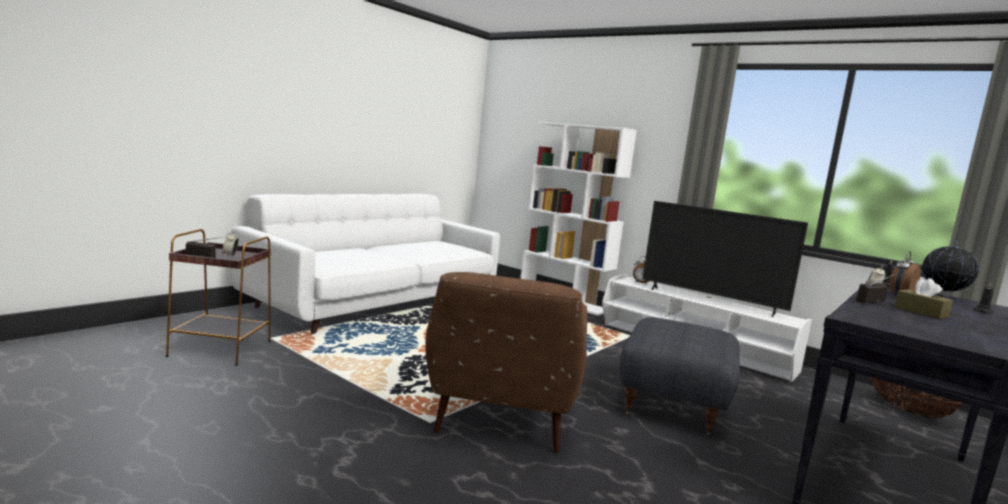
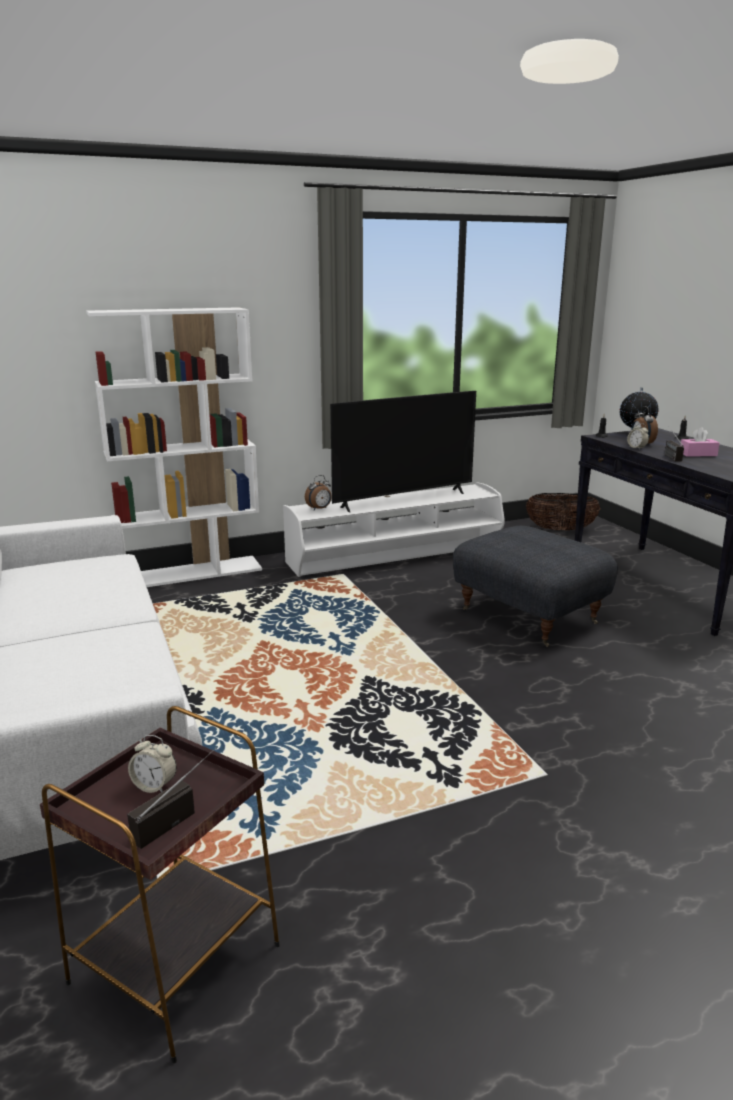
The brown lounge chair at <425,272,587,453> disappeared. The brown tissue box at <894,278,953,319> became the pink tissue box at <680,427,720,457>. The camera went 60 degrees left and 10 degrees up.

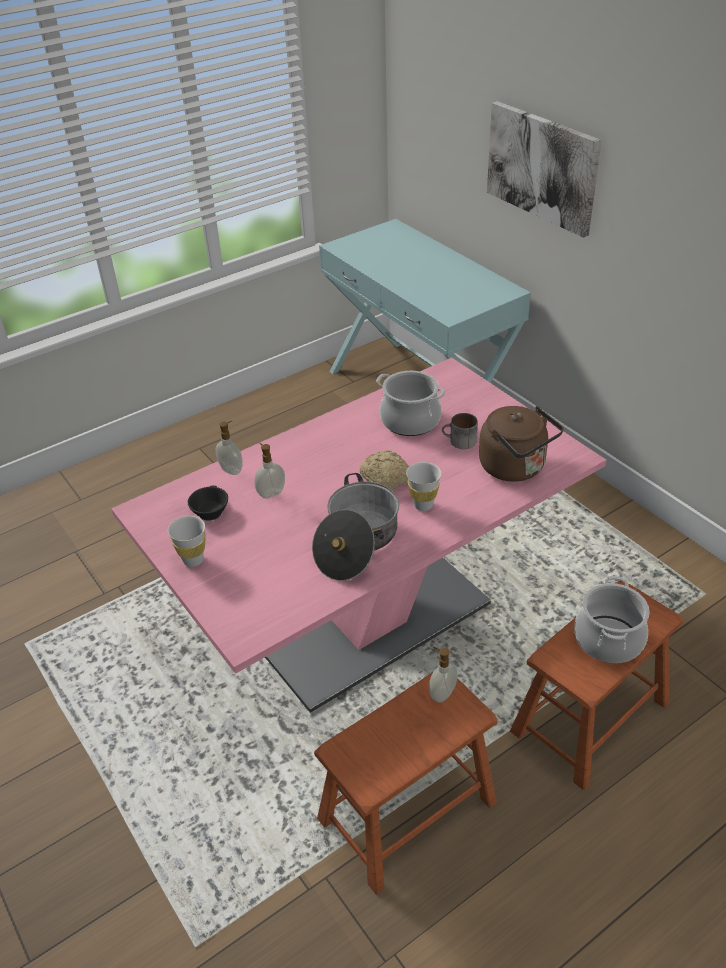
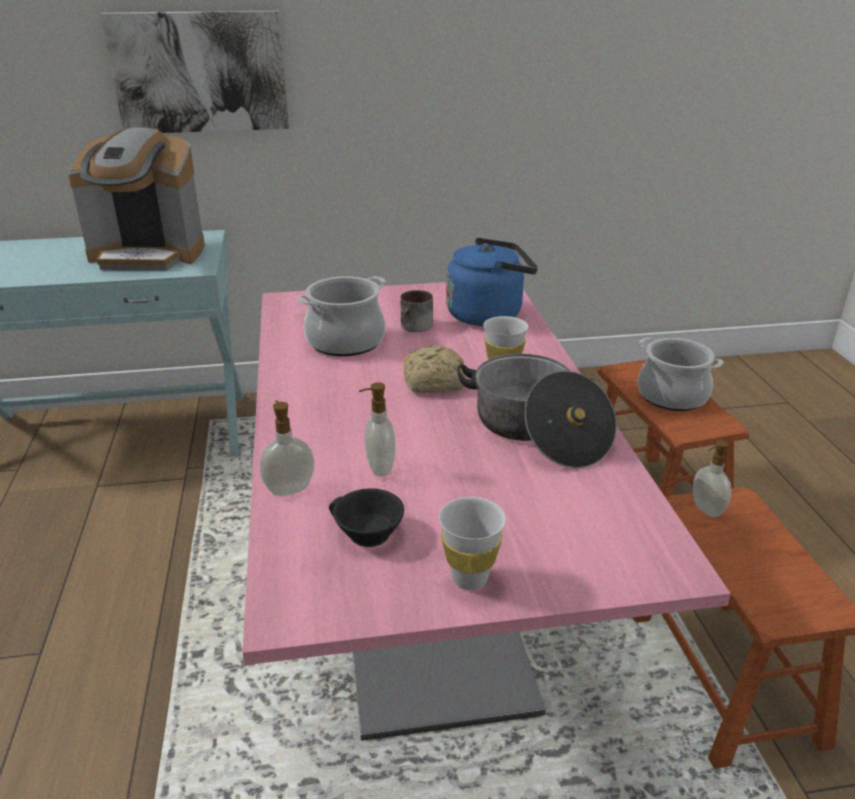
The brown tea kettle at <479,406,564,482> became the blue-coloured tea kettle at <446,238,538,326>. The coffee machine at <68,127,205,271> appeared. The camera went 65 degrees left and 10 degrees down.

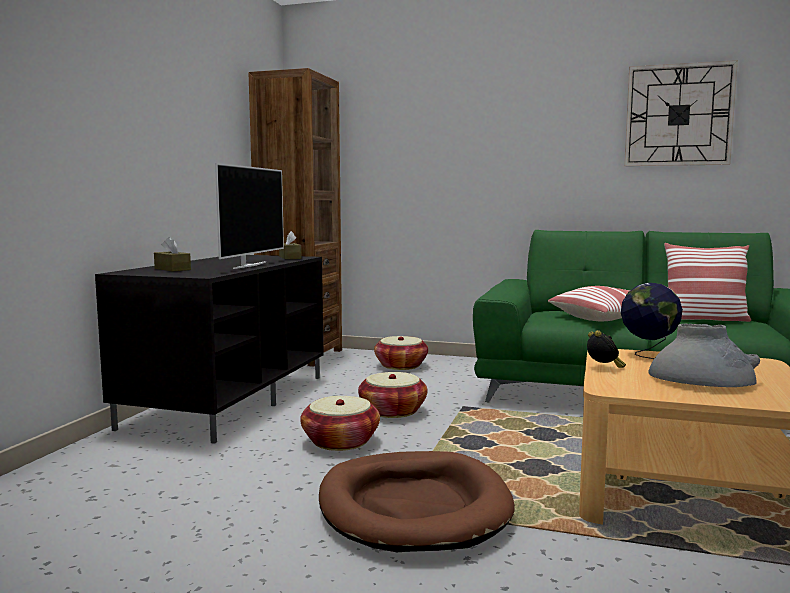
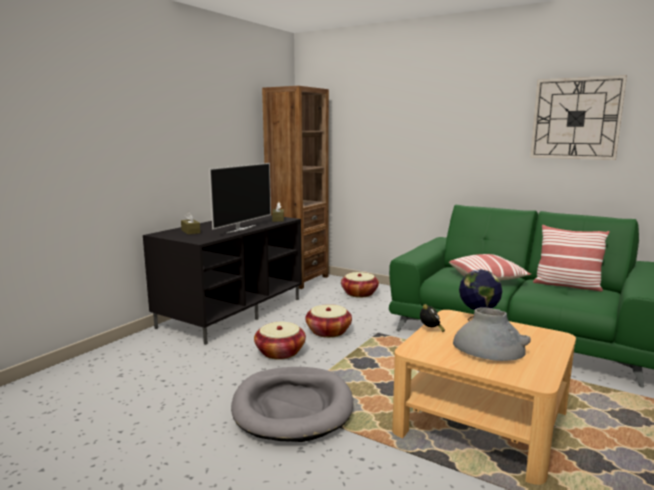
The brown dog cushion at <319,451,515,552> became the grey dog cushion at <231,367,353,442>. The camera went 15 degrees right and 5 degrees up.

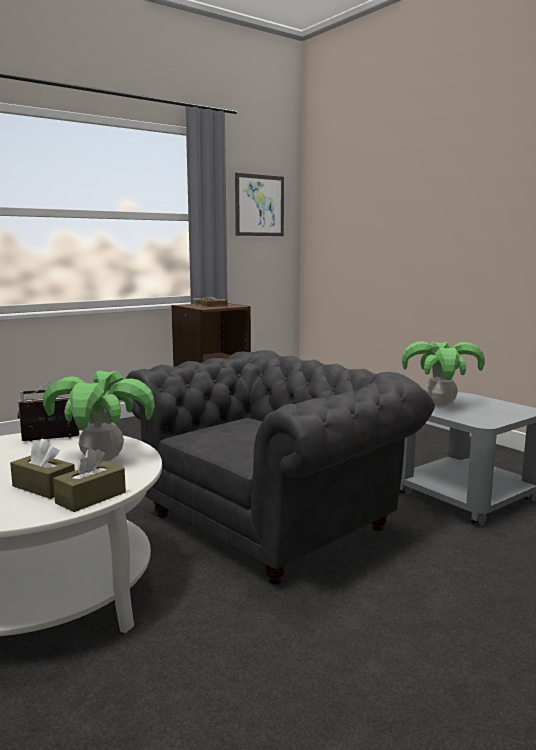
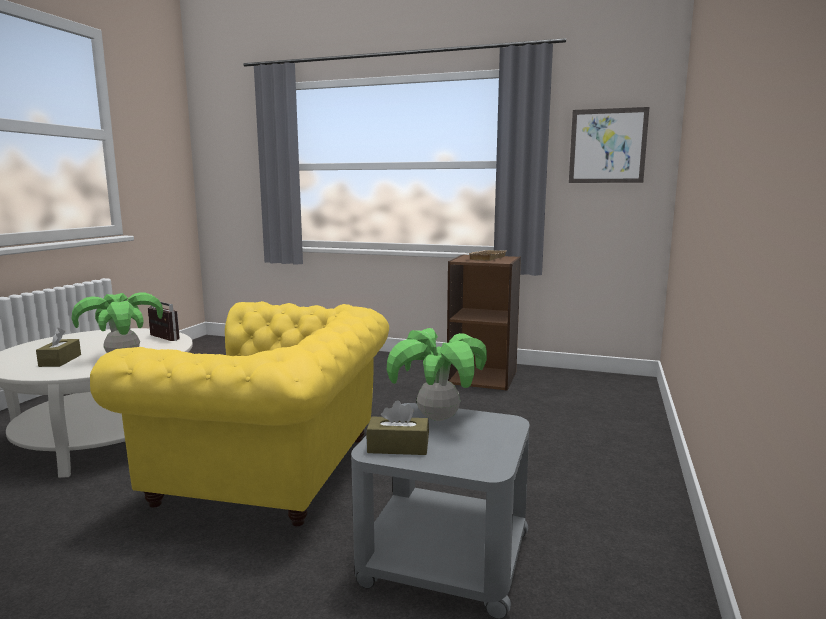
The brown tissue box moved from <53,448,126,512> to <366,401,429,455>. The grey lounge chair at <126,350,435,584> became the yellow lounge chair at <90,301,389,526>. The camera went 55 degrees right and 0 degrees up.

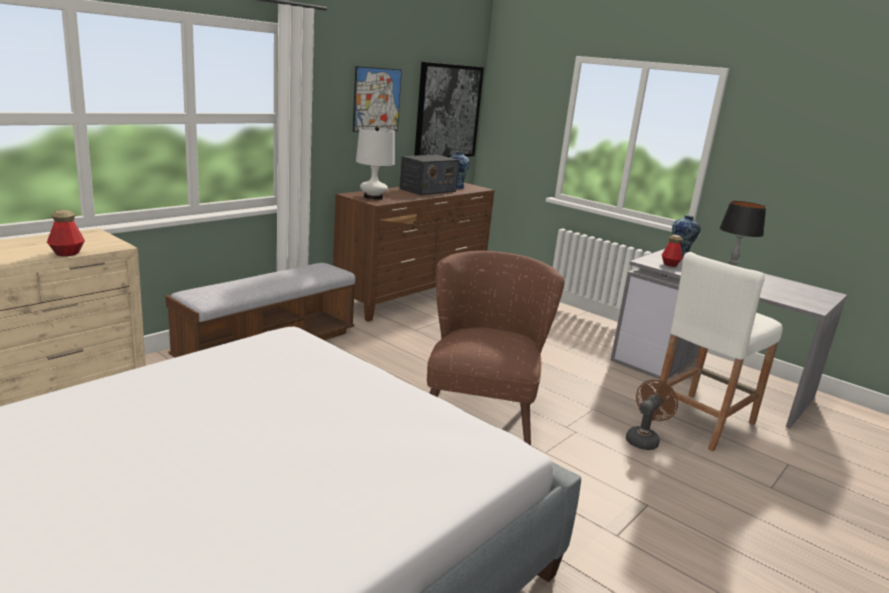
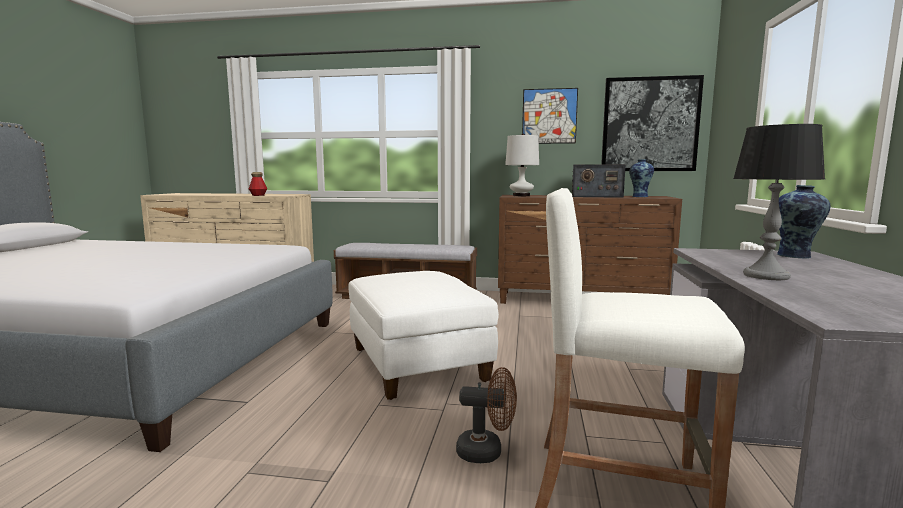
The brown lounge chair at <427,251,565,446> was replaced by the white ottoman at <348,271,499,400>. The drink bottle at <662,235,683,267> disappeared. The camera went 60 degrees right and 10 degrees down.

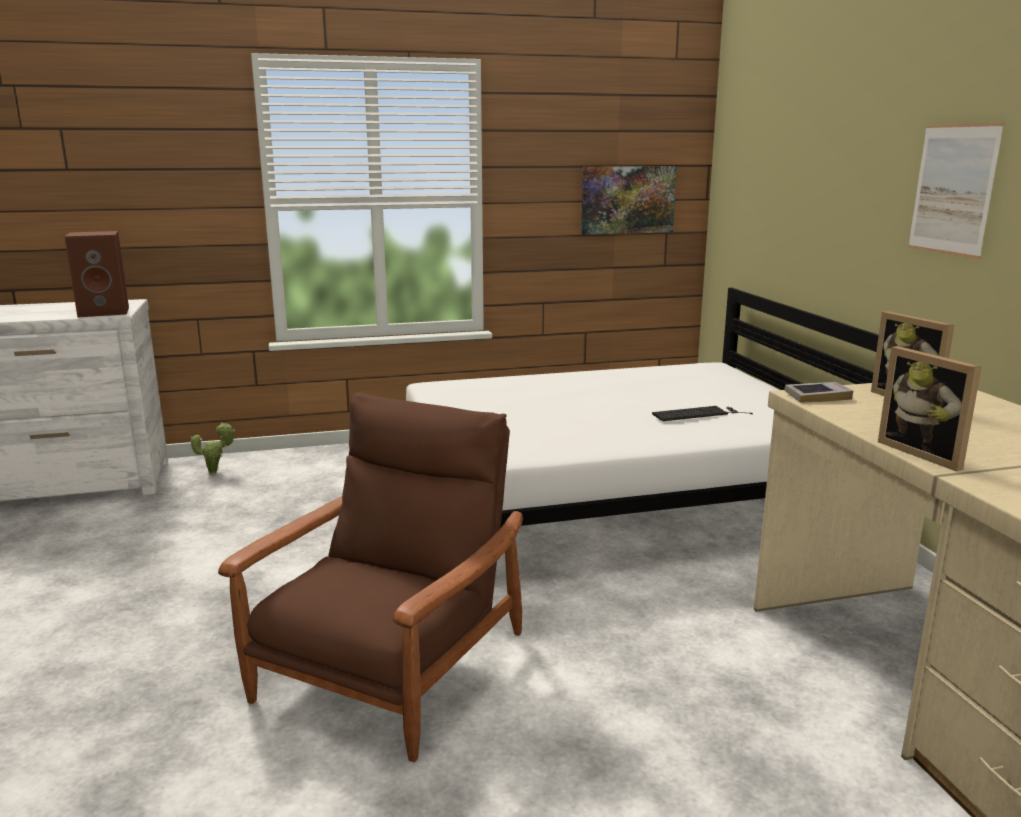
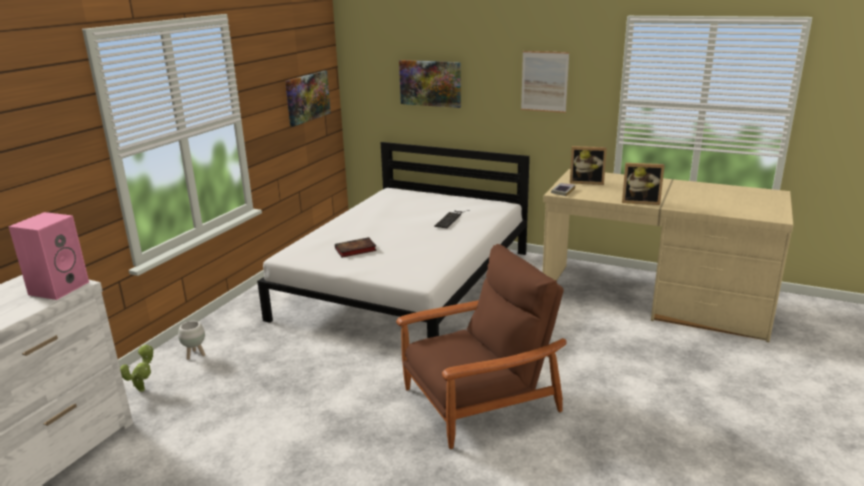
The brown loudspeaker at <64,231,129,318> became the pink loudspeaker at <8,212,89,300>. The brown lounge chair at <218,392,523,762> turned 90 degrees clockwise. The white plant pot at <178,321,205,360> appeared. The volume at <335,237,377,258> appeared. The wall art at <399,60,461,108> appeared. The camera went 50 degrees left and 5 degrees up.

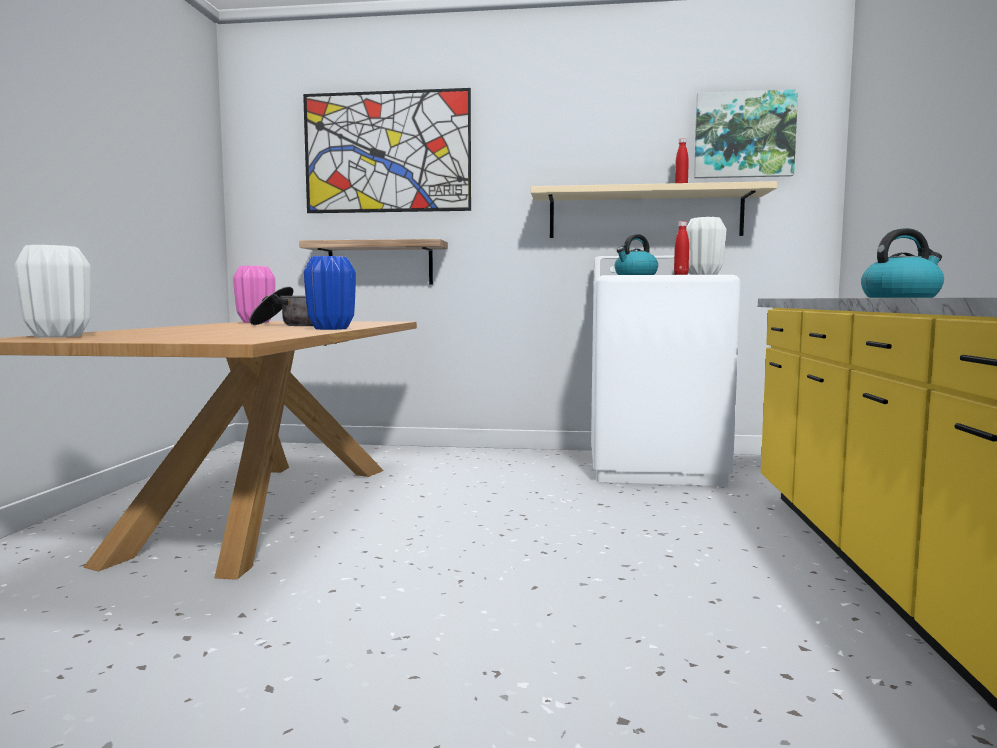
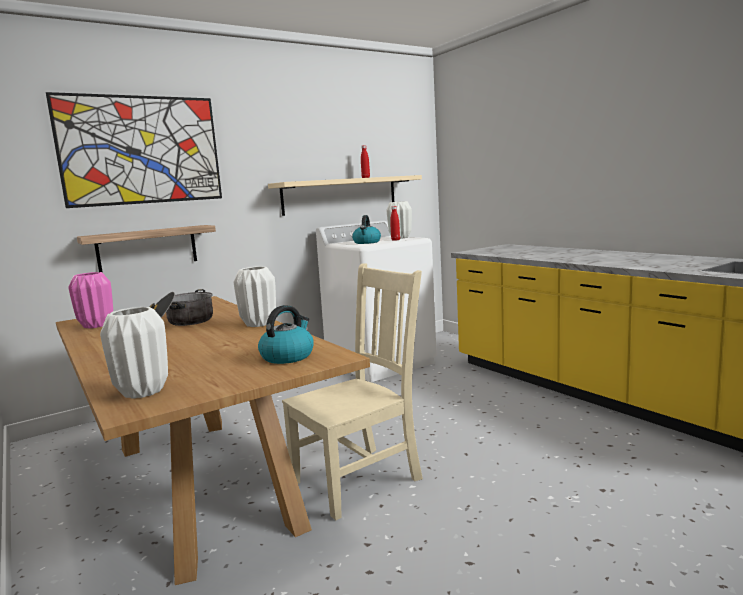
The blue-coloured flower vase at <304,256,356,330> became the white flower vase at <234,266,276,327>. The wall art at <694,89,798,178> disappeared. The tea kettle moved from <861,228,944,298> to <258,305,314,364>. The beige-coloured plain chair at <282,263,423,520> appeared. The camera went 40 degrees left and 5 degrees up.

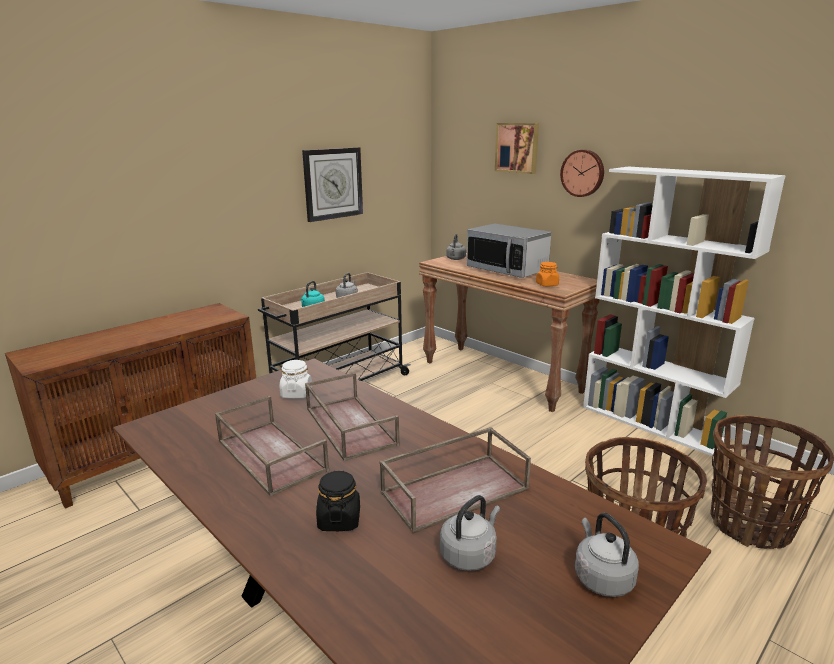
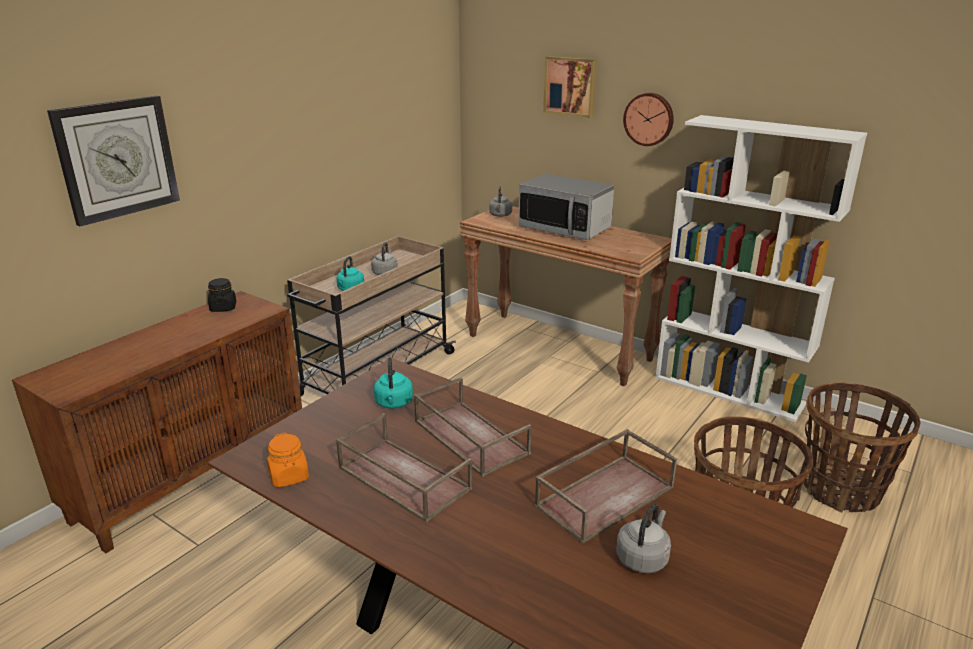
The white jar at <279,360,312,399> was replaced by the blue-green tea kettle at <374,357,413,409>. The clock on the wall moved from <302,147,363,222> to <47,96,180,226>. The black jar moved from <316,470,360,531> to <208,278,236,312>. The orangey jar moved from <536,262,559,286> to <267,433,309,488>. The grey tea kettle at <575,513,639,597> disappeared. The camera went 10 degrees left and 5 degrees up.

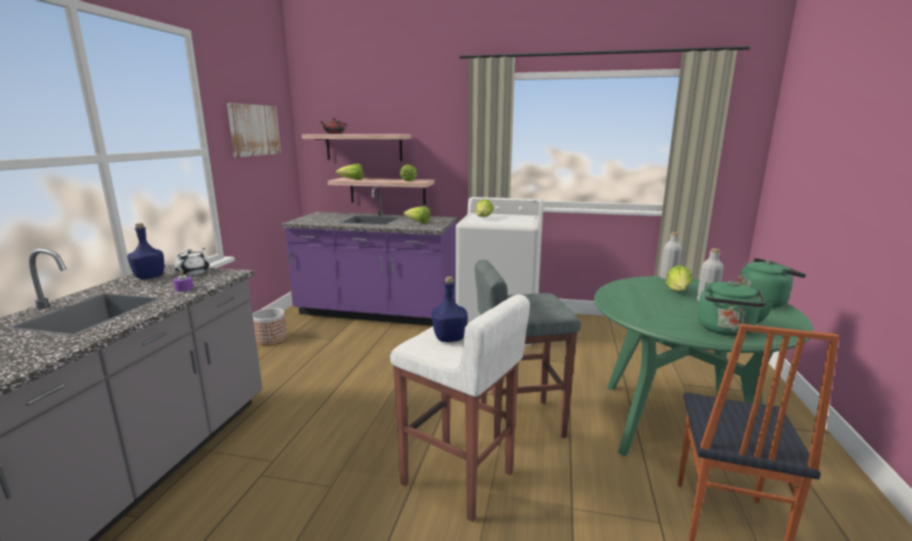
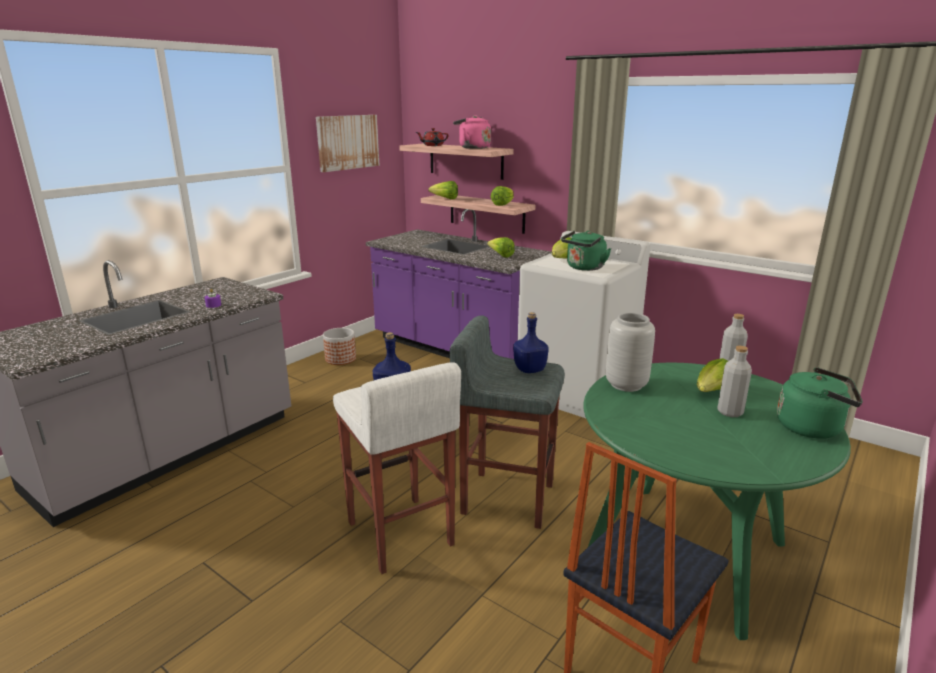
The blue-coloured drink bottle moved from <127,223,164,279> to <513,312,549,373>. The white teapot at <174,248,209,276> disappeared. The green-coloured tea kettle moved from <698,281,774,336> to <561,231,611,271>. The pink tea kettle at <453,115,491,149> appeared. The grey flower vase at <606,313,655,392> appeared. The camera went 25 degrees right and 5 degrees up.

